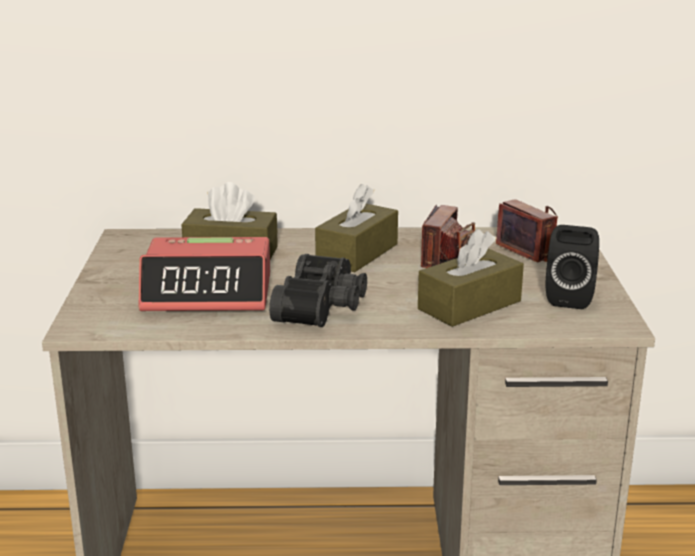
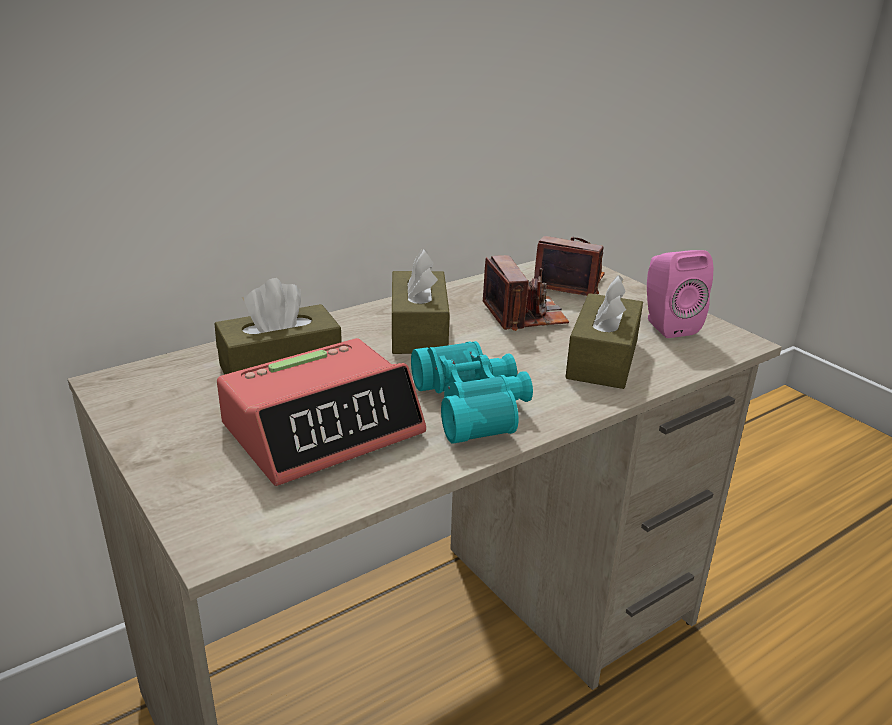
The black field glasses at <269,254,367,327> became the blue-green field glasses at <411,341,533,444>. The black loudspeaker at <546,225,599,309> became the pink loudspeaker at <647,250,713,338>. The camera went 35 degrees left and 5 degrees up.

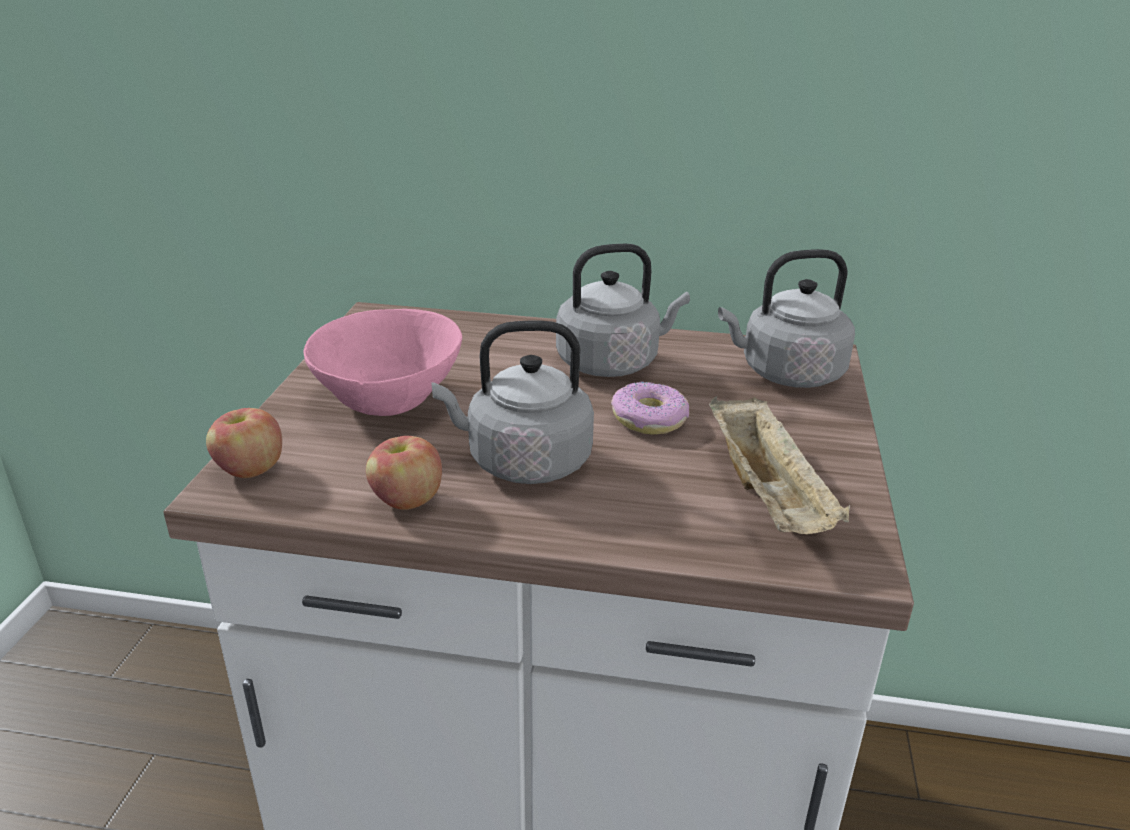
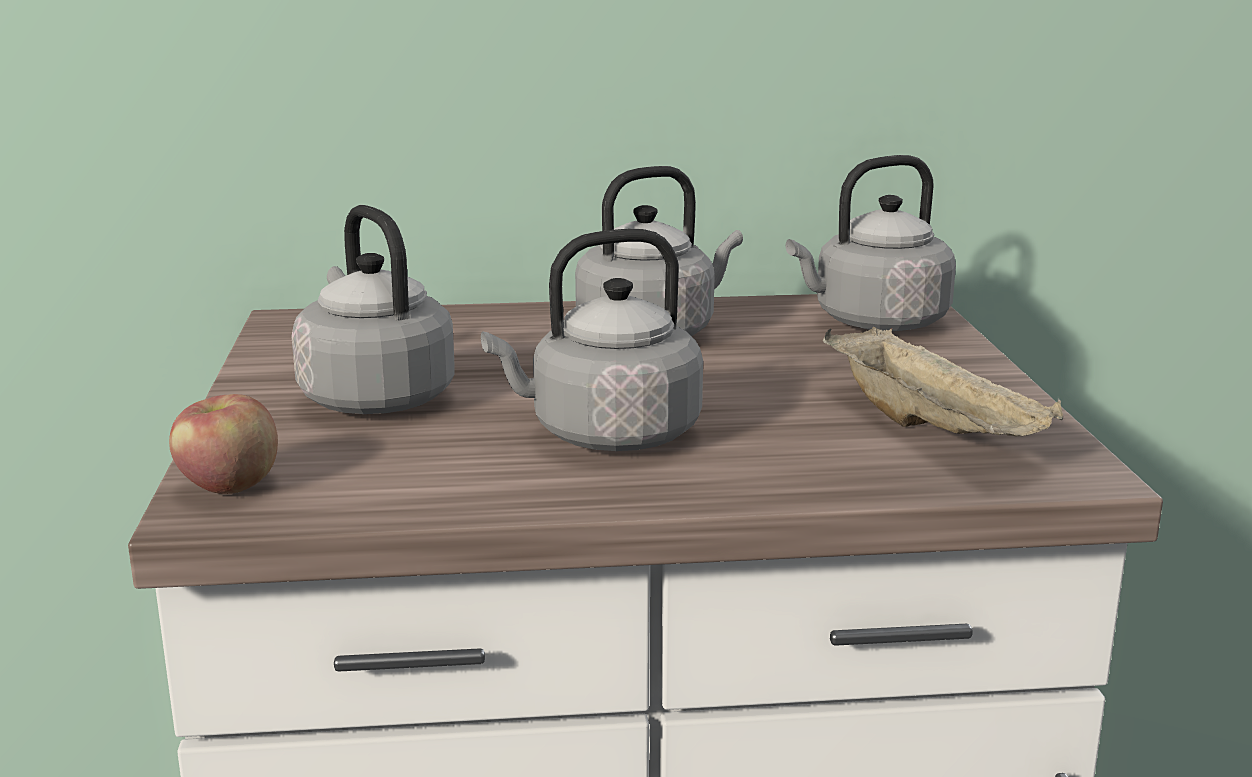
The pink bowl at <304,309,462,416> was replaced by the grey tea kettle at <292,205,455,414>. The apple fruit at <366,436,442,510> disappeared. The doughnut at <611,381,689,434> disappeared. The camera went 15 degrees left and 10 degrees down.

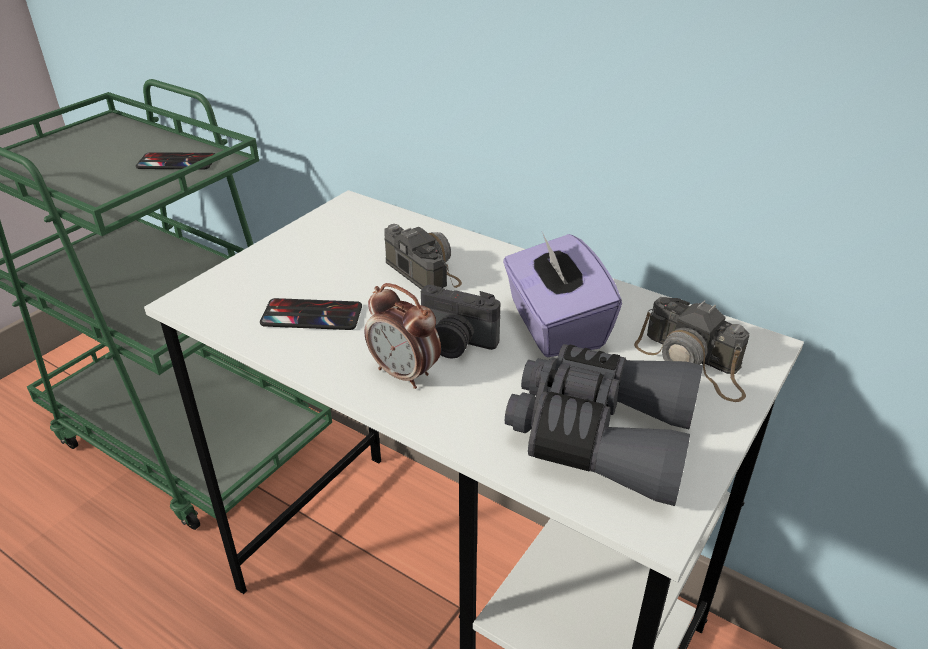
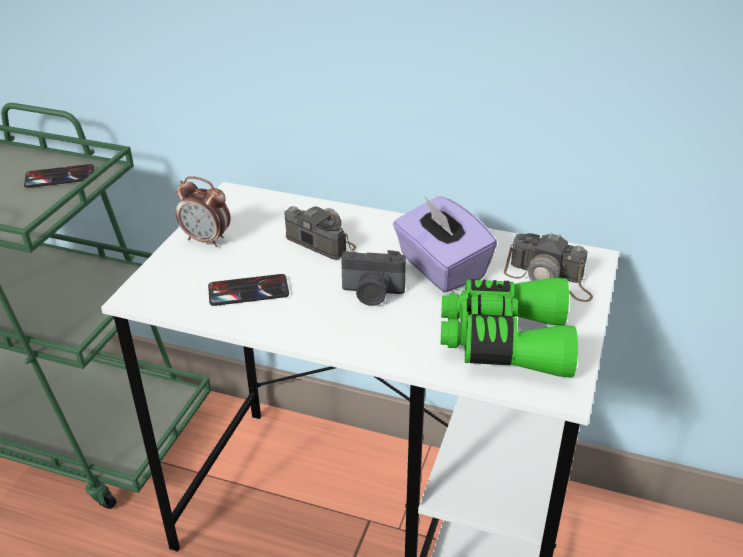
The table clock moved from <364,283,441,389> to <176,176,231,247>. The grey field glasses at <504,344,703,506> became the green-coloured field glasses at <441,278,578,377>. The camera went 15 degrees left and 0 degrees up.

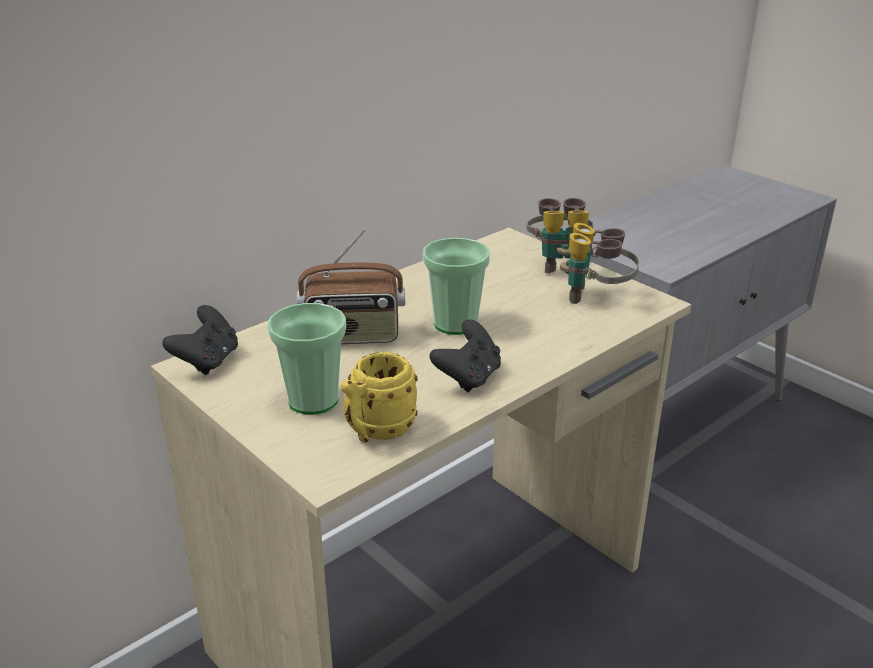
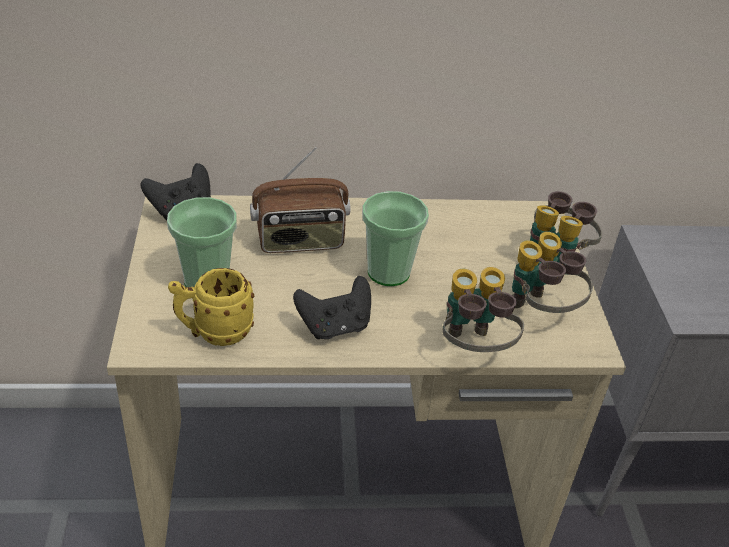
The radio set at <297,229,405,344> turned 45 degrees counterclockwise. The field glasses at <443,267,524,352> appeared. The camera went 35 degrees right and 10 degrees up.

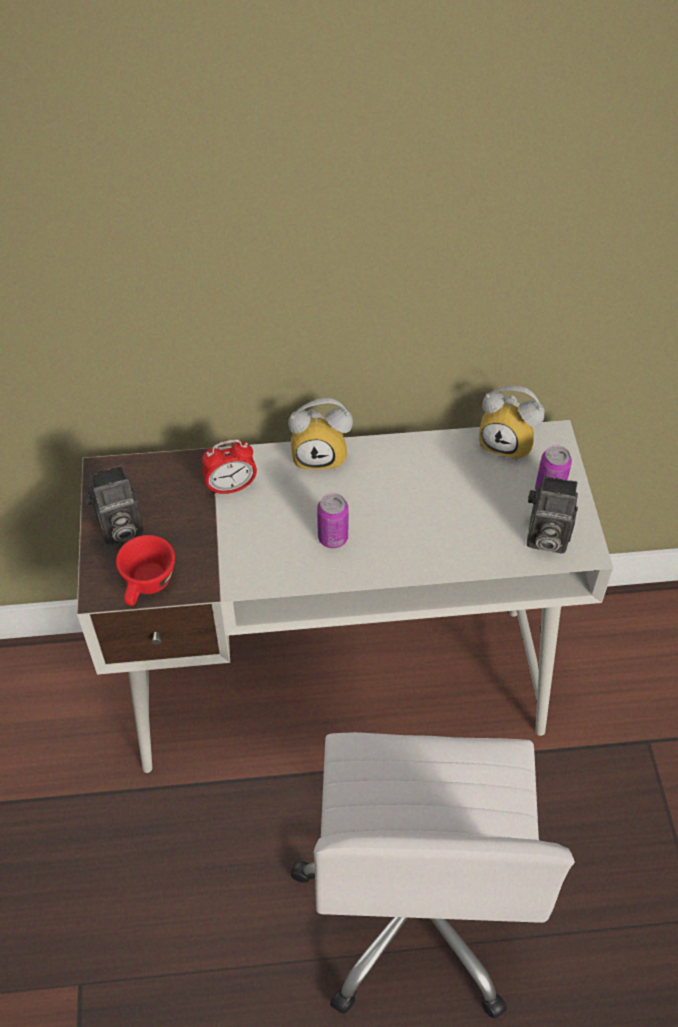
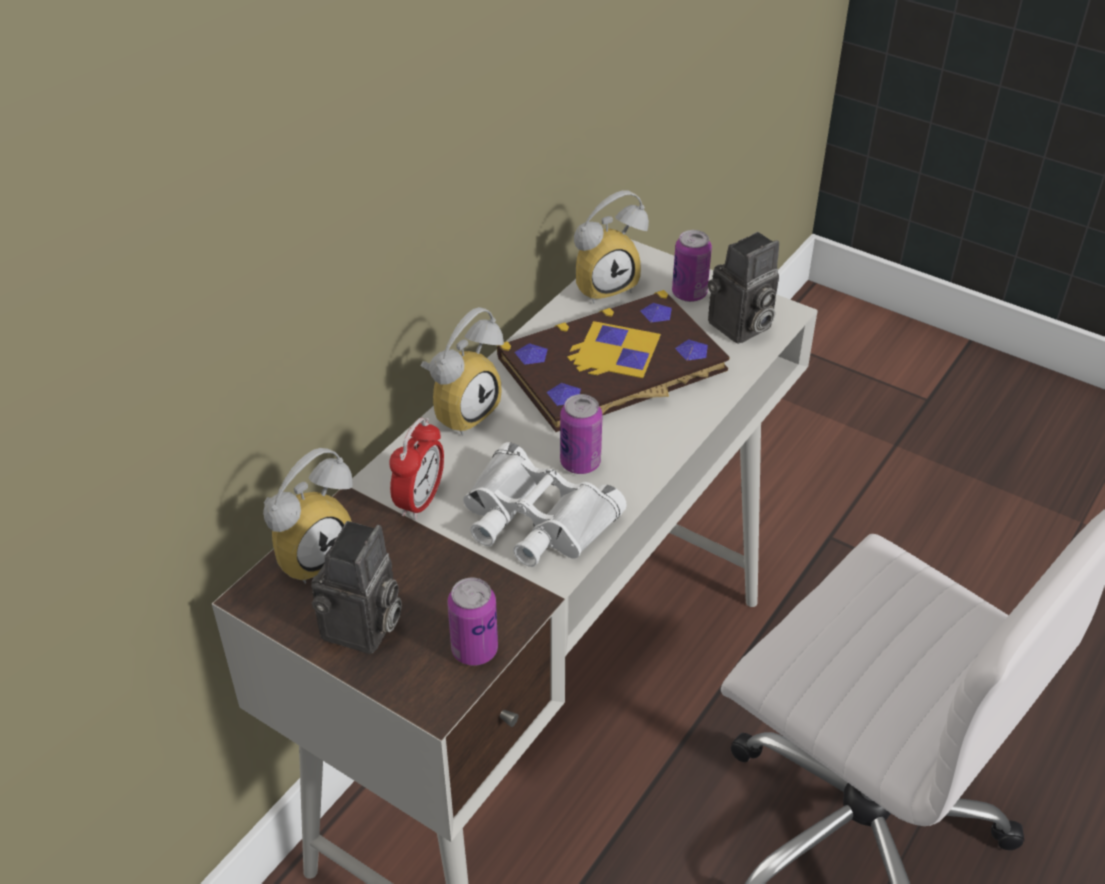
The reddish cup at <116,535,175,606> was replaced by the sealed can at <447,578,498,666>. The table clock at <263,448,353,584> appeared. The white field glasses at <463,442,627,567> appeared. The volume at <497,290,730,432> appeared. The camera went 50 degrees left and 10 degrees down.

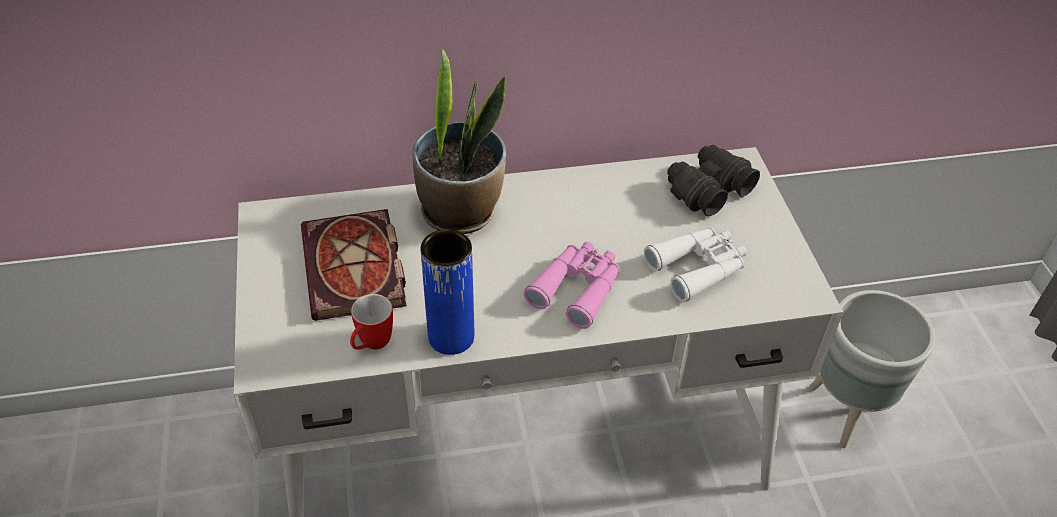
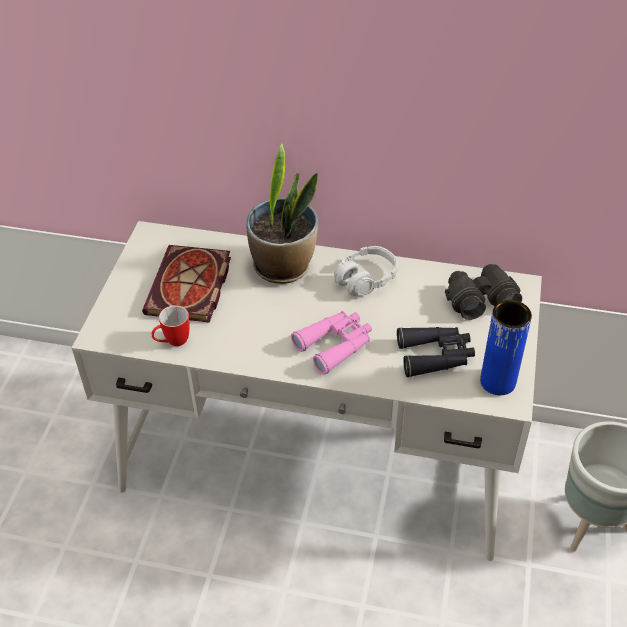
The blue-coloured flower vase moved from <421,229,475,355> to <480,300,532,395>. The white field glasses at <644,227,747,302> became the black field glasses at <397,327,475,378>. The grey pair of headphones at <334,246,398,296> appeared. The camera went 25 degrees right and 0 degrees up.

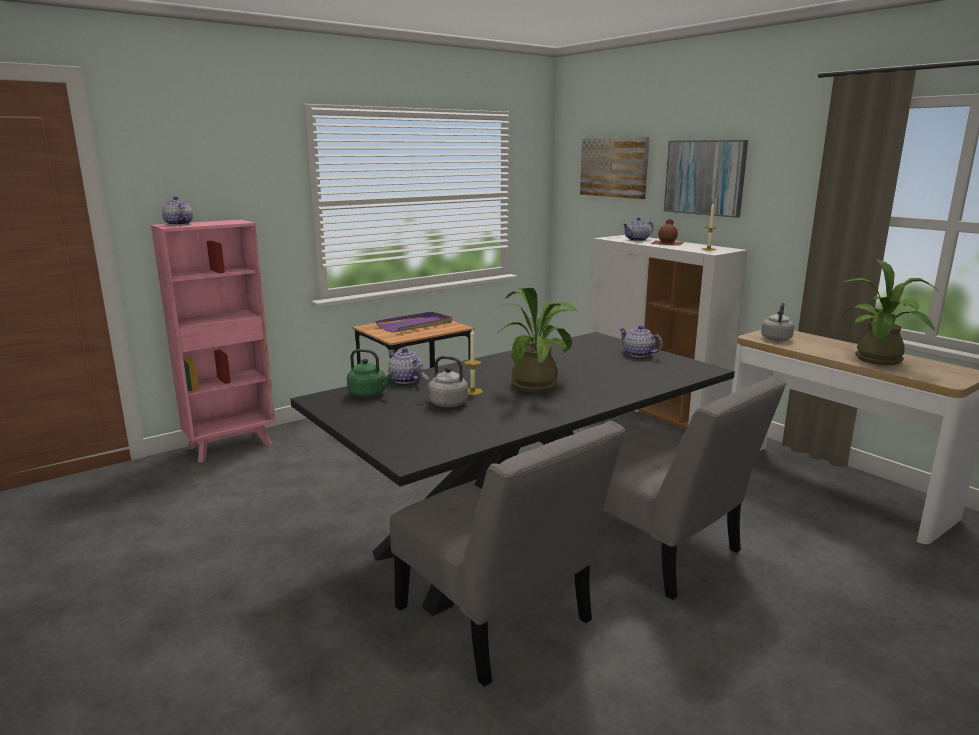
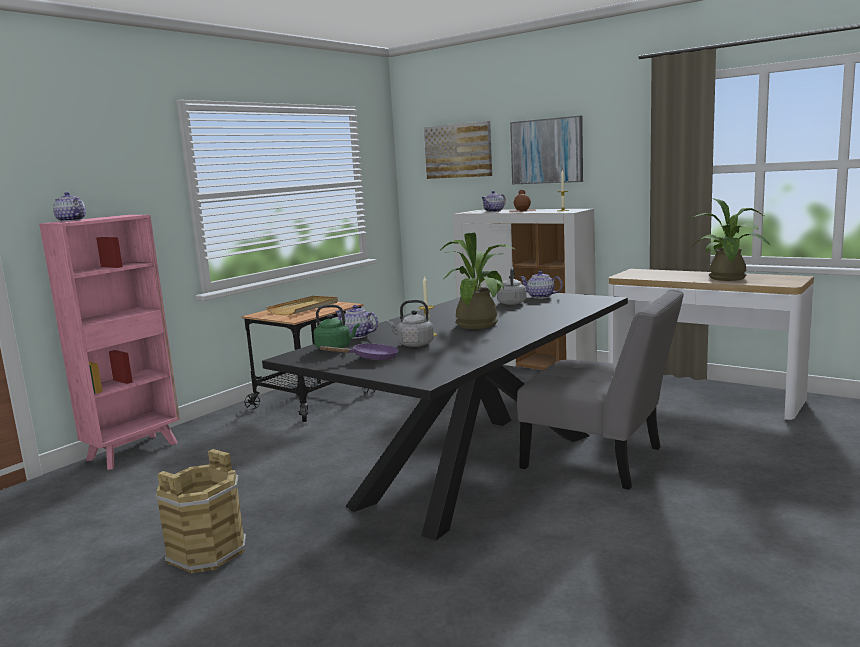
The purplish serving tray at <376,312,452,333> became the beige-coloured serving tray at <266,296,338,315>. The grey plain chair at <390,421,625,687> disappeared. The grey tea kettle moved from <761,302,794,341> to <497,267,527,305>. The brown water bucket at <155,449,247,574> appeared. The purplish pan at <318,343,399,360> appeared. The camera went 15 degrees left and 5 degrees down.

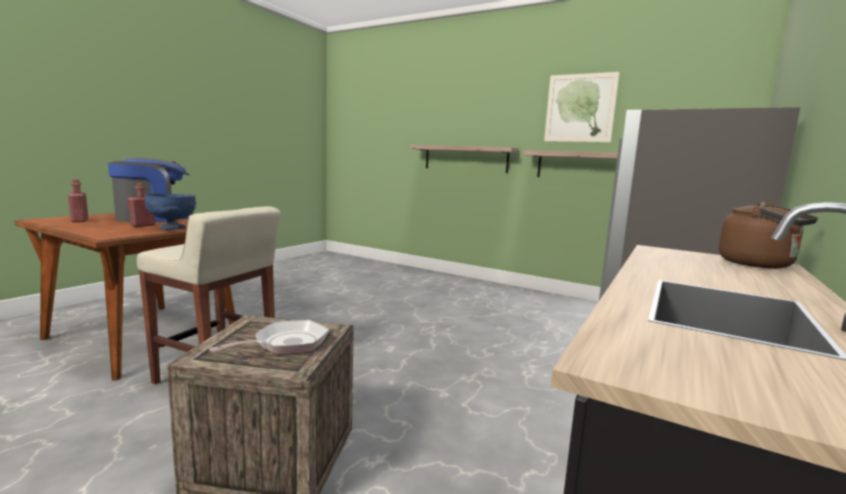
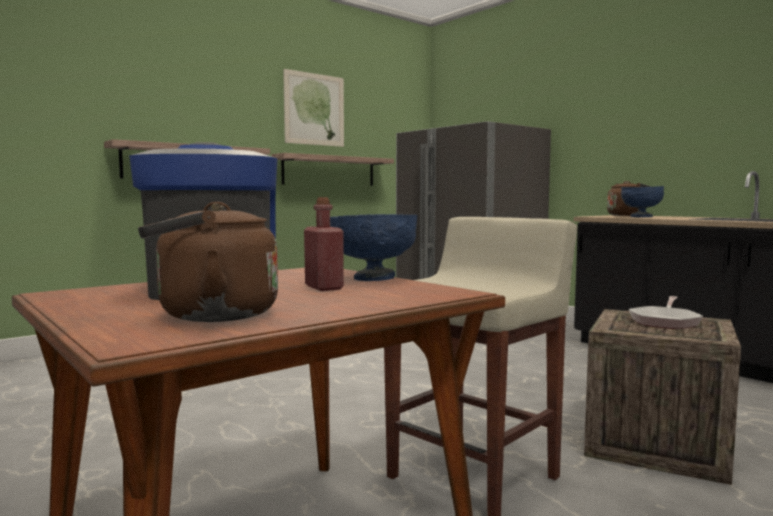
The reddish drink bottle at <68,179,88,222> was replaced by the brown tea kettle at <138,202,278,322>. The pan at <209,320,329,355> turned 120 degrees counterclockwise. The blue-coloured bowl at <621,186,664,217> appeared. The camera went 70 degrees left and 5 degrees down.

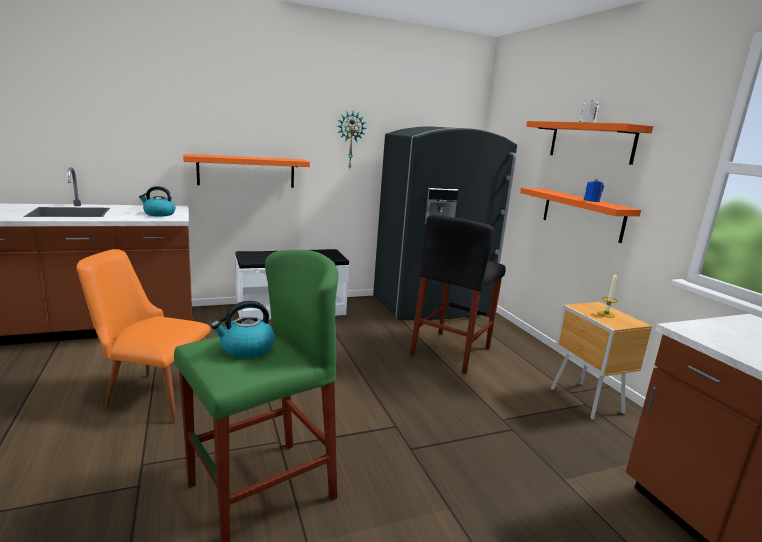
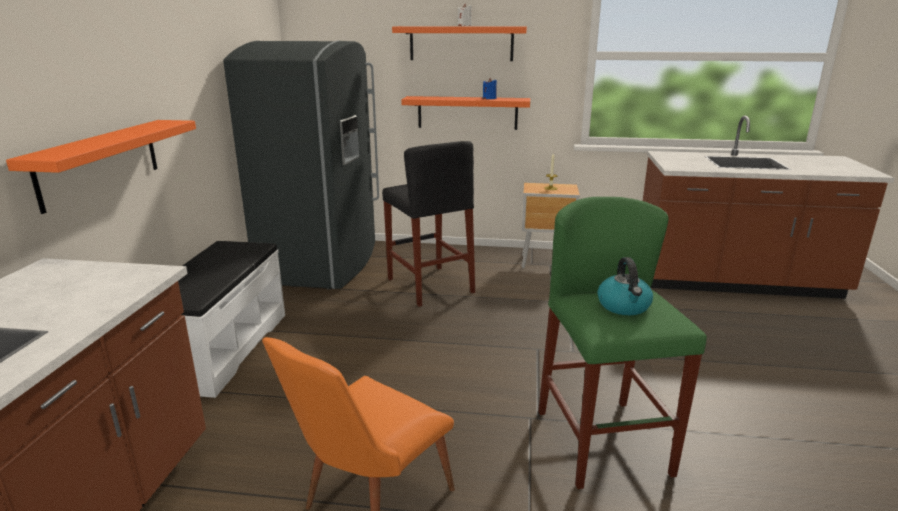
The tea kettle at <139,186,175,217> disappeared. The clock on the wall at <337,112,367,168> disappeared. The camera went 60 degrees left and 5 degrees up.

